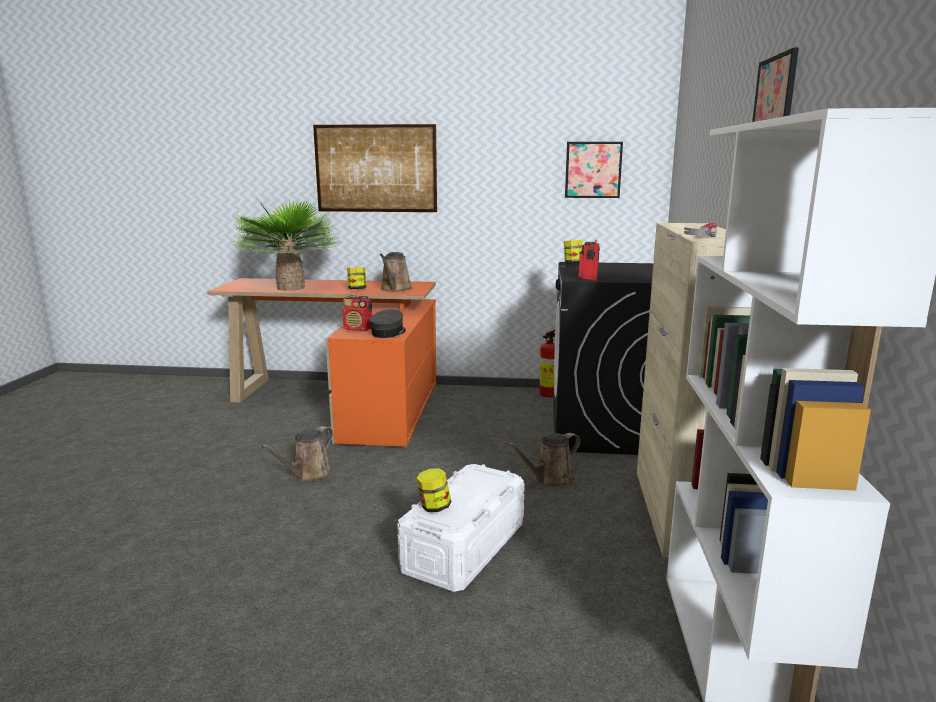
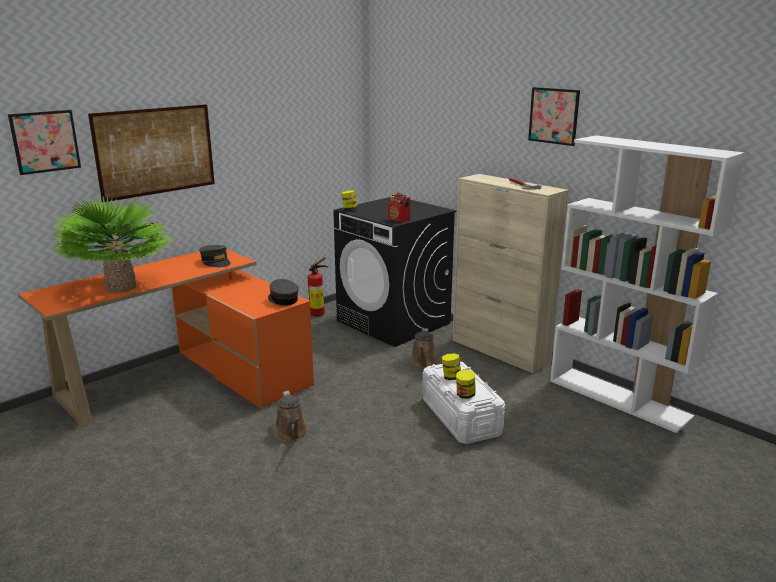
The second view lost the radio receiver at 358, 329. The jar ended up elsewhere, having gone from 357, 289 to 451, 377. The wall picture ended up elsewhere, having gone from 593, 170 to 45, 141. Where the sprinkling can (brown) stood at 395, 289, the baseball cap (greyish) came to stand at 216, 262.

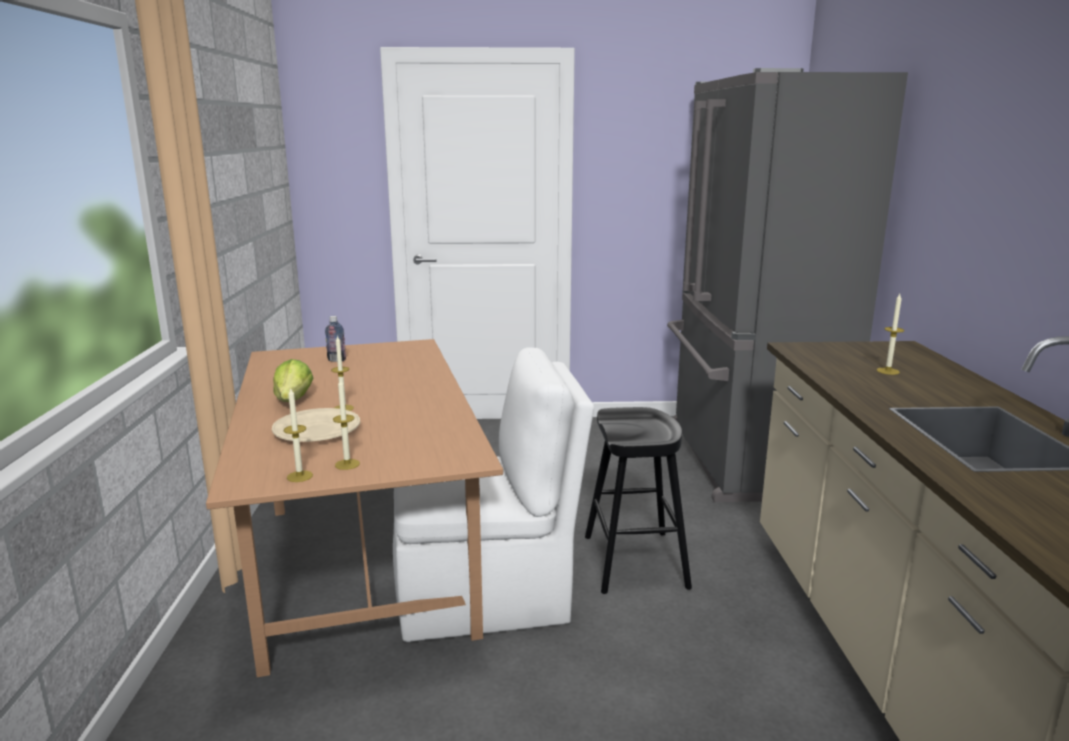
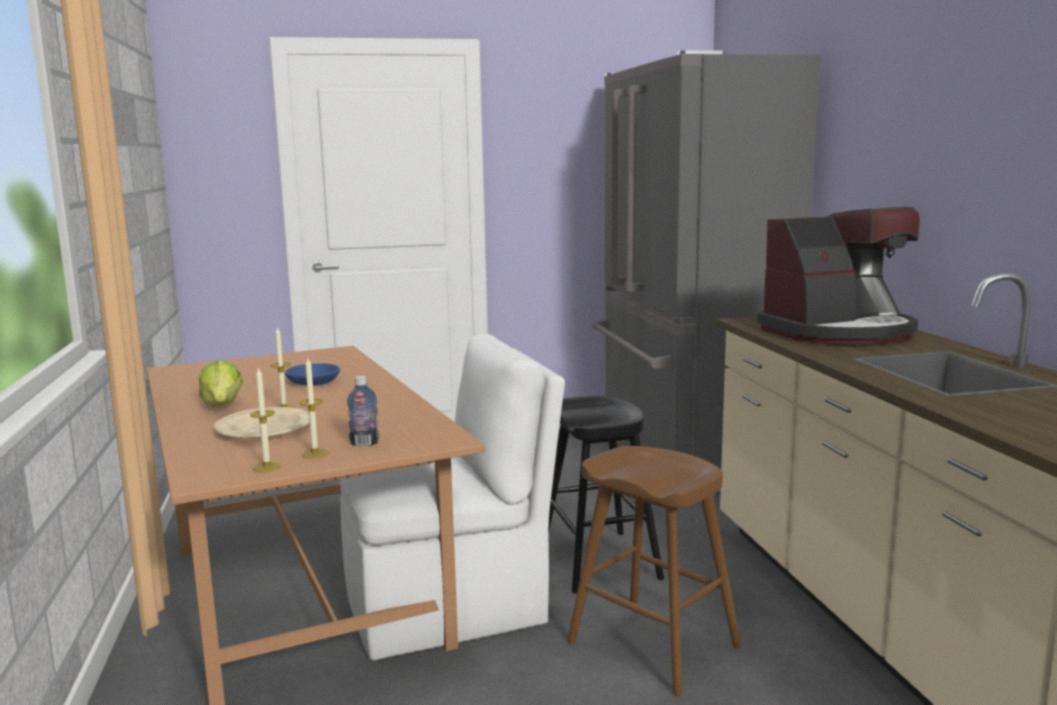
The second view gained the serving bowl (bluish) at 313, 382. The second view gained the stool seat (brown) at 652, 645. The bottle ended up elsewhere, having gone from 336, 360 to 364, 443. Where the wax light stood at 888, 371, the coffee maker came to stand at 839, 333.

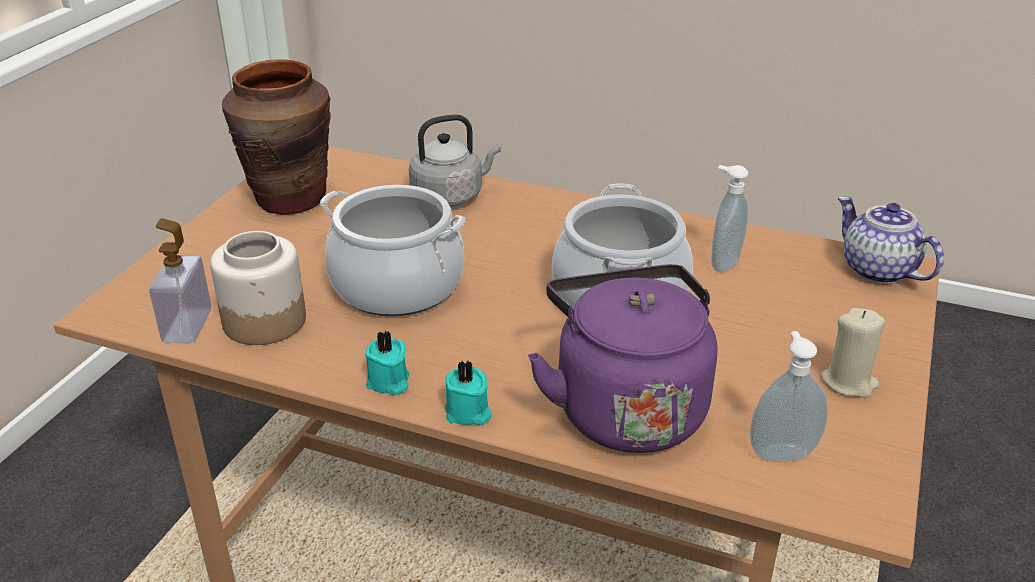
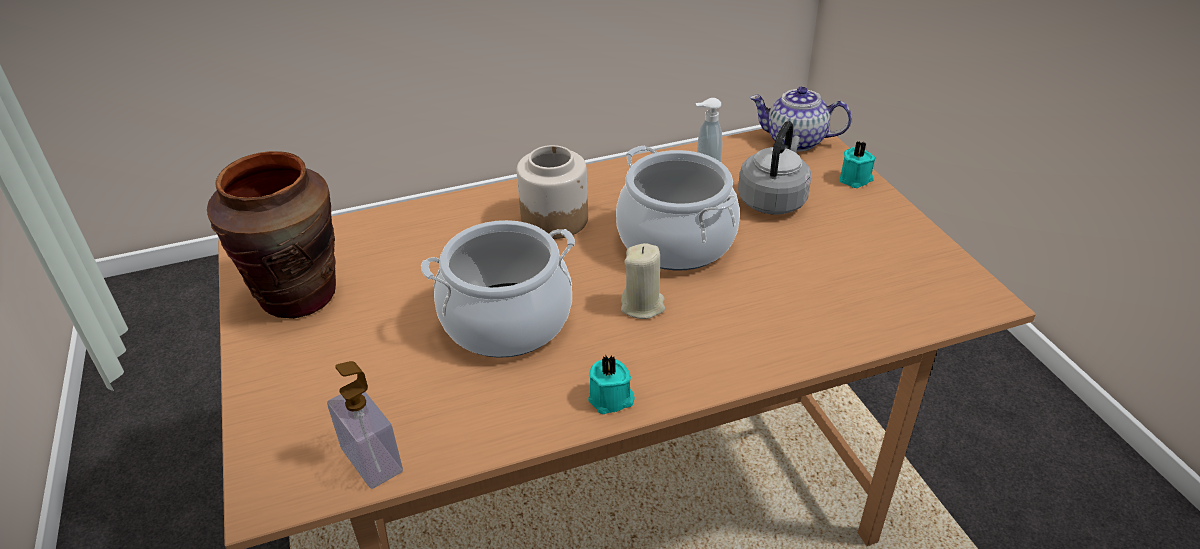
The second view lost the kettle (purplish) at 625, 407. The second view lost the soap dispenser at 781, 452. The jar ended up elsewhere, having gone from 265, 320 to 554, 219. The kettle (greyish) ended up elsewhere, having gone from 451, 196 to 773, 199. The wax light (turquoise) ended up elsewhere, having gone from 468, 413 to 856, 179. The wax light (sand-coloured) ended up elsewhere, having gone from 849, 382 to 643, 306.

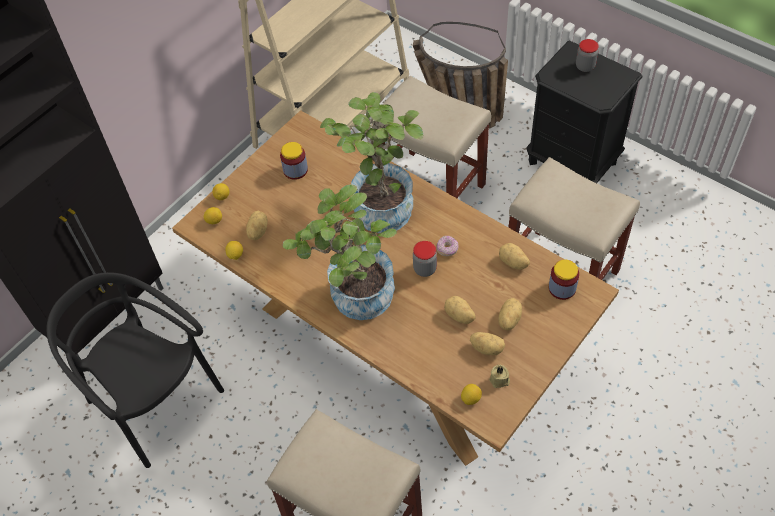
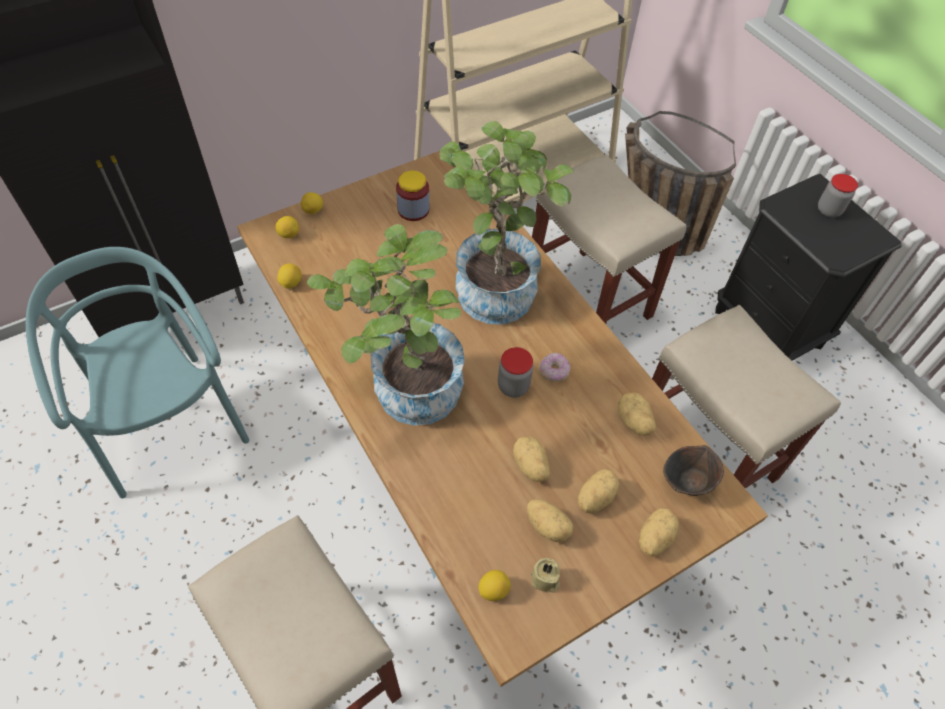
The spud ended up elsewhere, having gone from 257, 231 to 653, 538. Where the jar stood at 562, 288, the serving bowl (brown) came to stand at 687, 482. What was the chair (blackish) at 153, 401 turned into the chair (turquoise) at 168, 423.

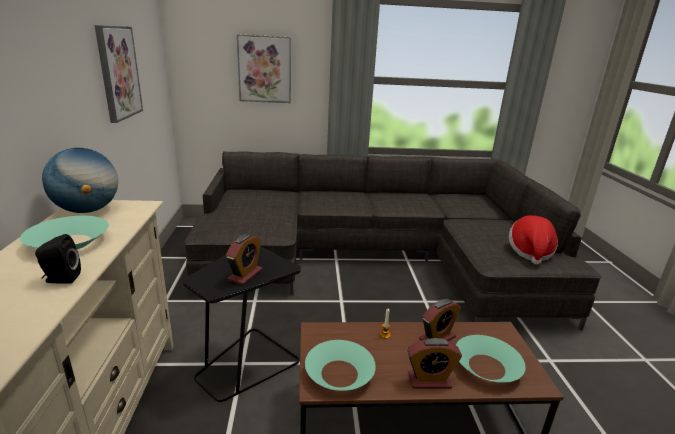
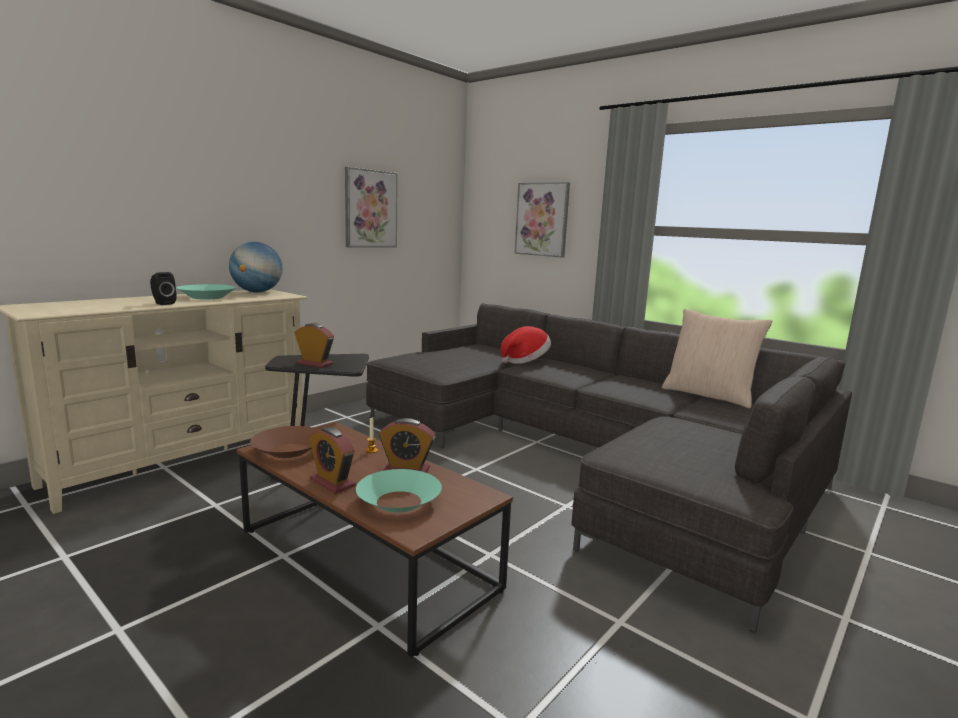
The second view gained the throw pillow (sand-coloured) at 709, 395. The wearable hat ended up elsewhere, having gone from 529, 252 to 525, 361. What was the serving bowl (turquoise) at 339, 373 turned into the serving bowl (brown) at 288, 450. The alarm clock at 245, 275 ended up facing another way, 135 degrees counterclockwise from before.

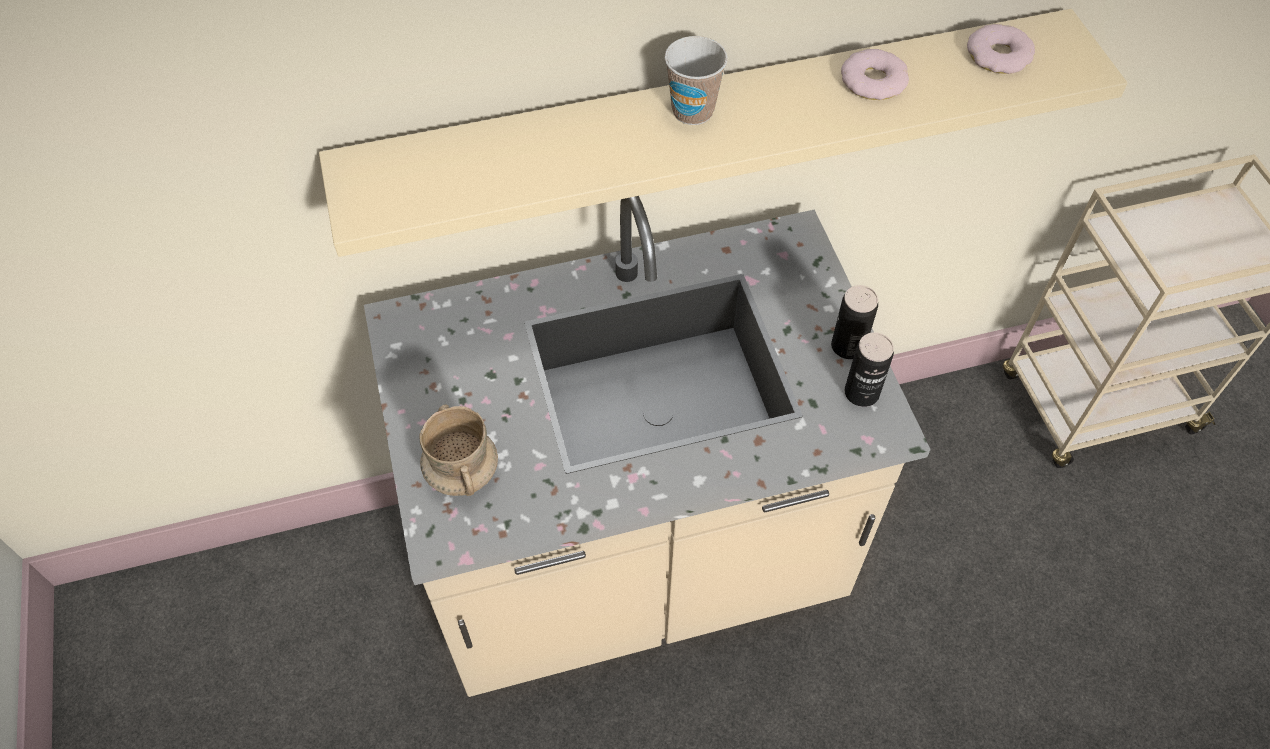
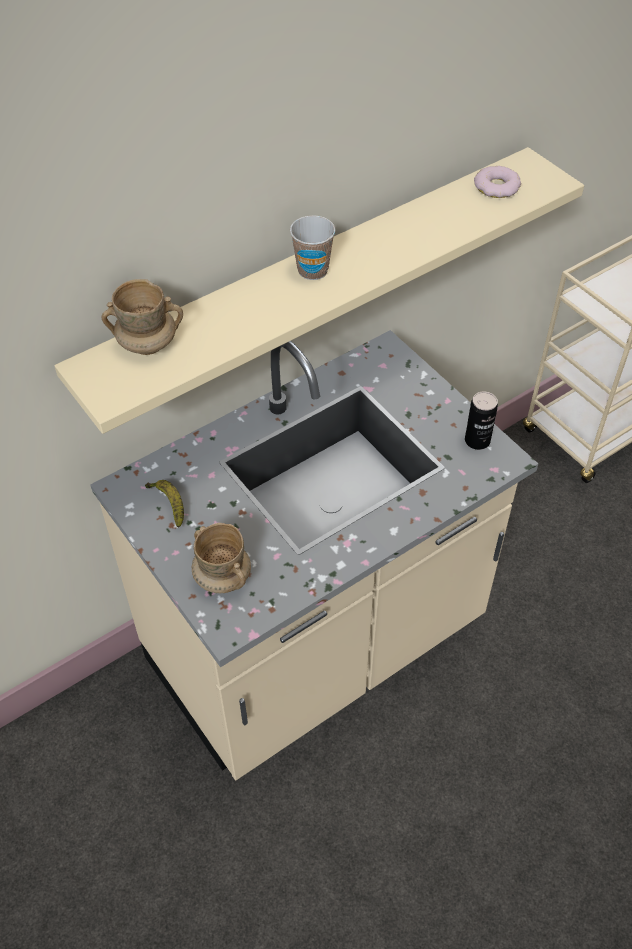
The second view lost the sealed can at 848, 346. The second view lost the ring doughnut at 873, 81. The second view gained the tea mug (sand-coloured) at 148, 344. The second view gained the banana fruit at 169, 504.

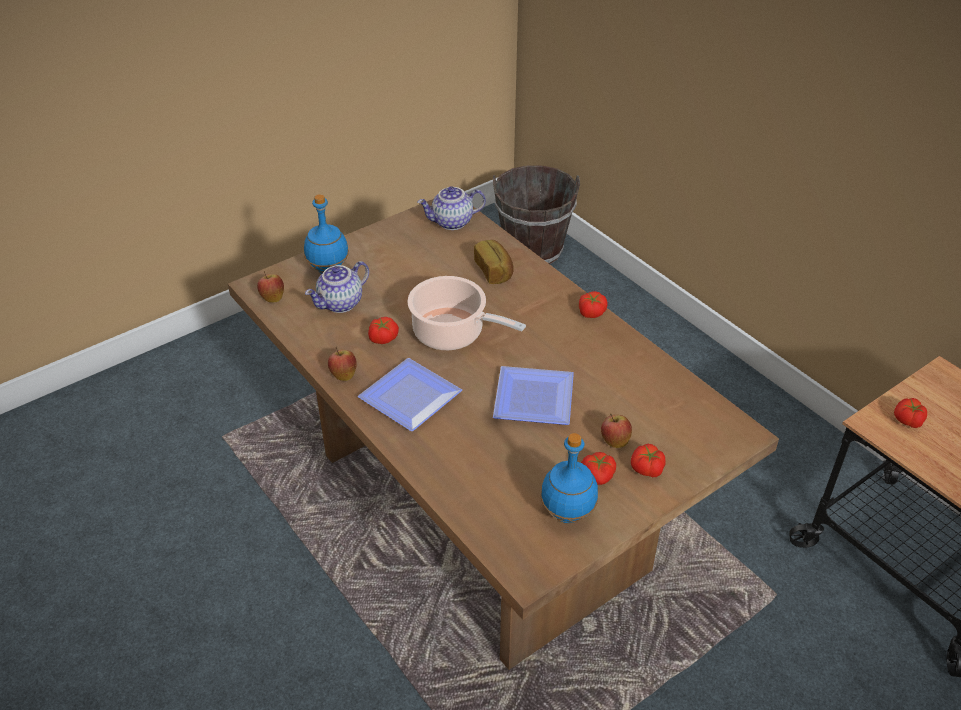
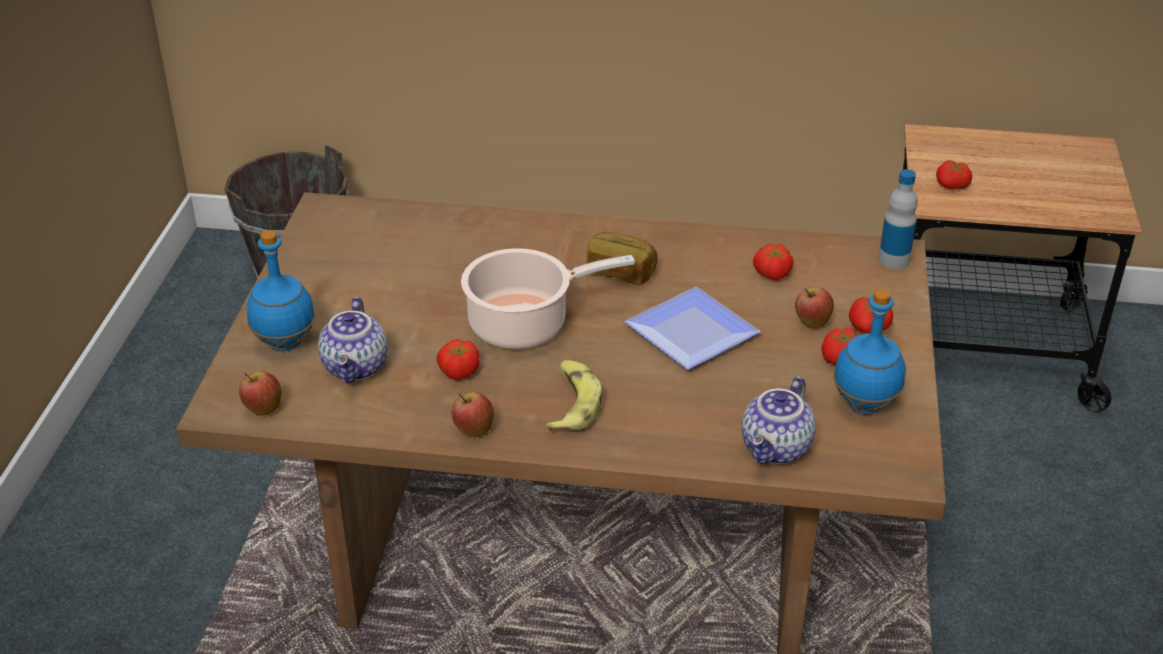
The second view gained the bottle at 894, 260. The pot for tea ended up elsewhere, having gone from 452, 223 to 777, 449. The bakery bread ended up elsewhere, having gone from 494, 271 to 621, 271. The tomato ended up elsewhere, having gone from 591, 312 to 772, 273. Where the flat dish stood at 410, 394, the banana fruit came to stand at 571, 403.

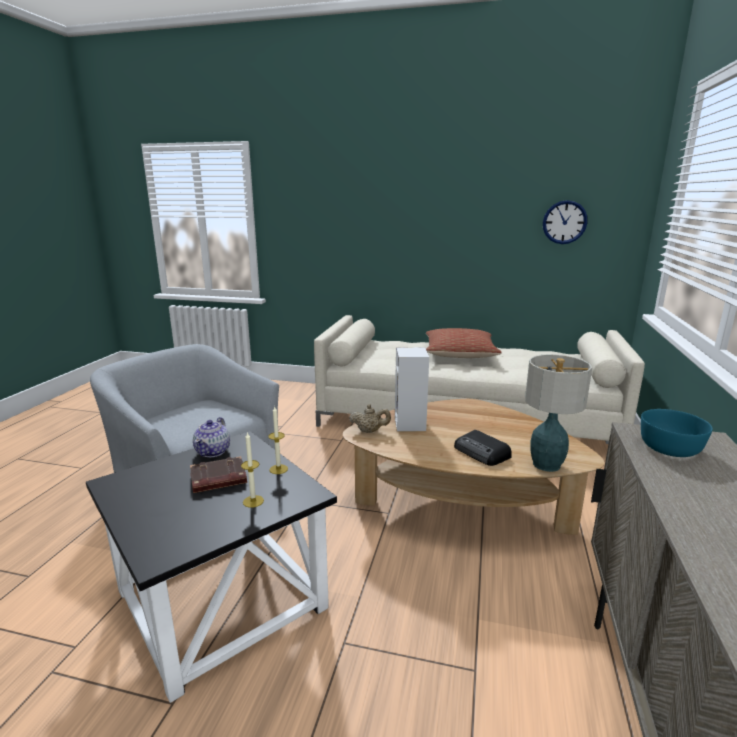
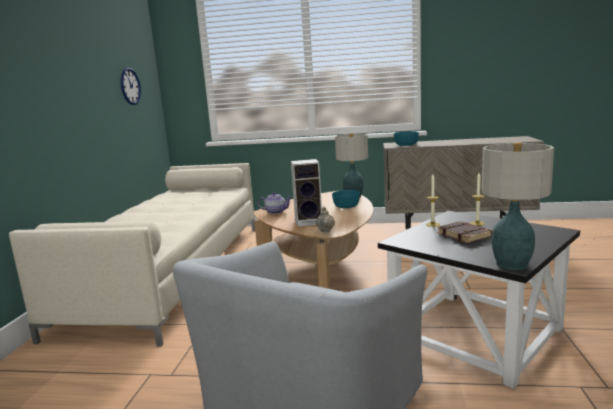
The second view lost the throw pillow at 460, 354. The second view gained the table lamp at 512, 265. The pot for tea ended up elsewhere, having gone from 213, 451 to 275, 212. Where the radio receiver stood at 482, 453, the serving bowl (turquoise) came to stand at 346, 206.

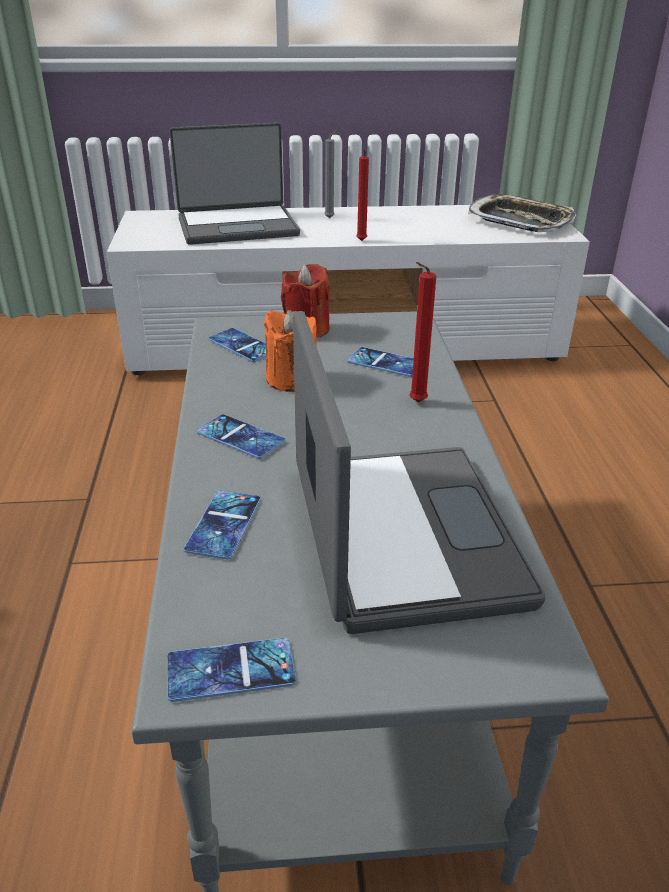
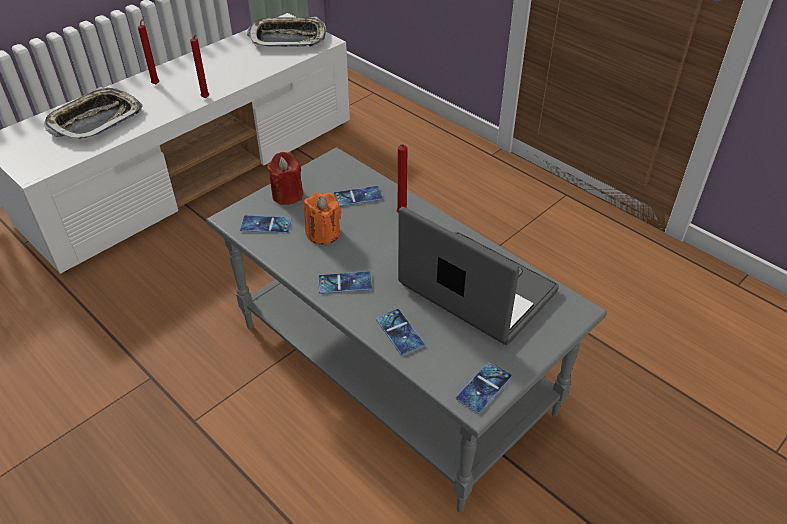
Where the notebook computer stood at 237, 226, the tray came to stand at 95, 120. What was the wax light (greyish) at 331, 218 turned into the wax light (reddish) at 156, 83.

